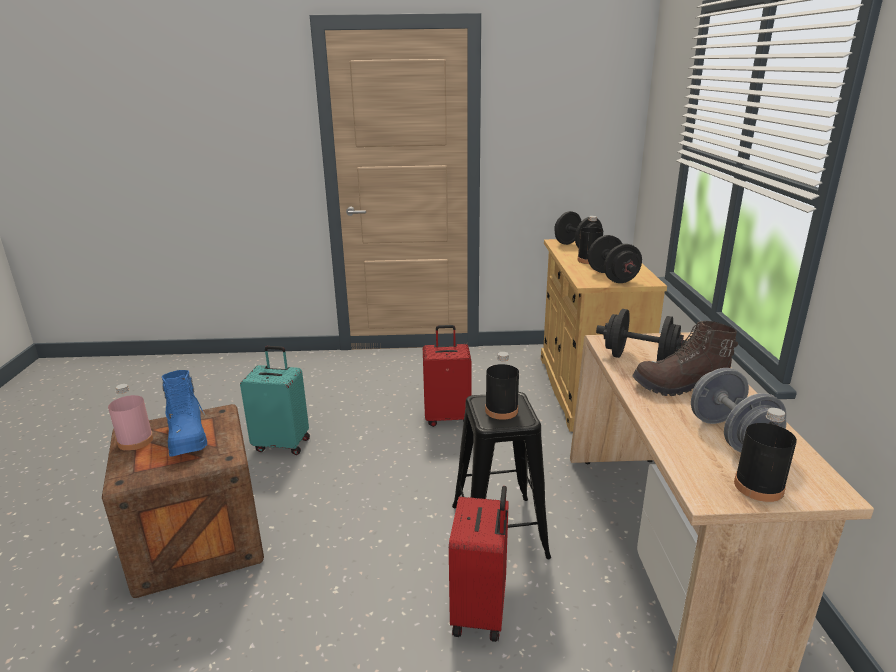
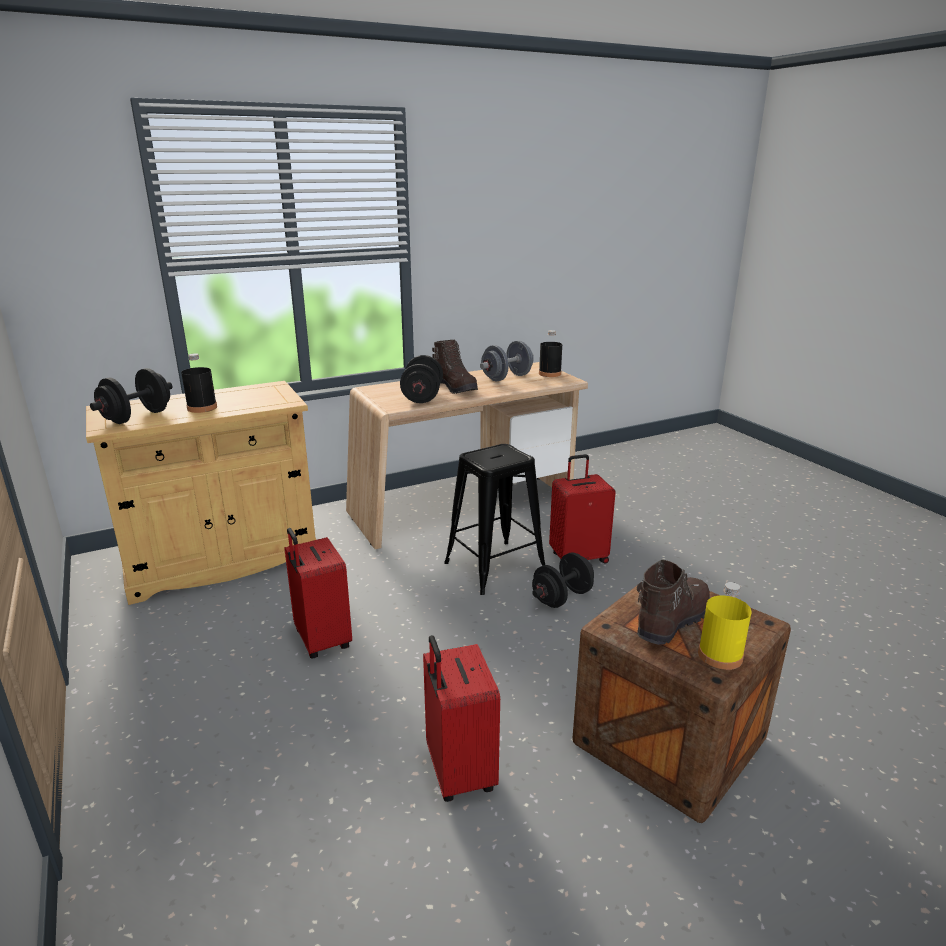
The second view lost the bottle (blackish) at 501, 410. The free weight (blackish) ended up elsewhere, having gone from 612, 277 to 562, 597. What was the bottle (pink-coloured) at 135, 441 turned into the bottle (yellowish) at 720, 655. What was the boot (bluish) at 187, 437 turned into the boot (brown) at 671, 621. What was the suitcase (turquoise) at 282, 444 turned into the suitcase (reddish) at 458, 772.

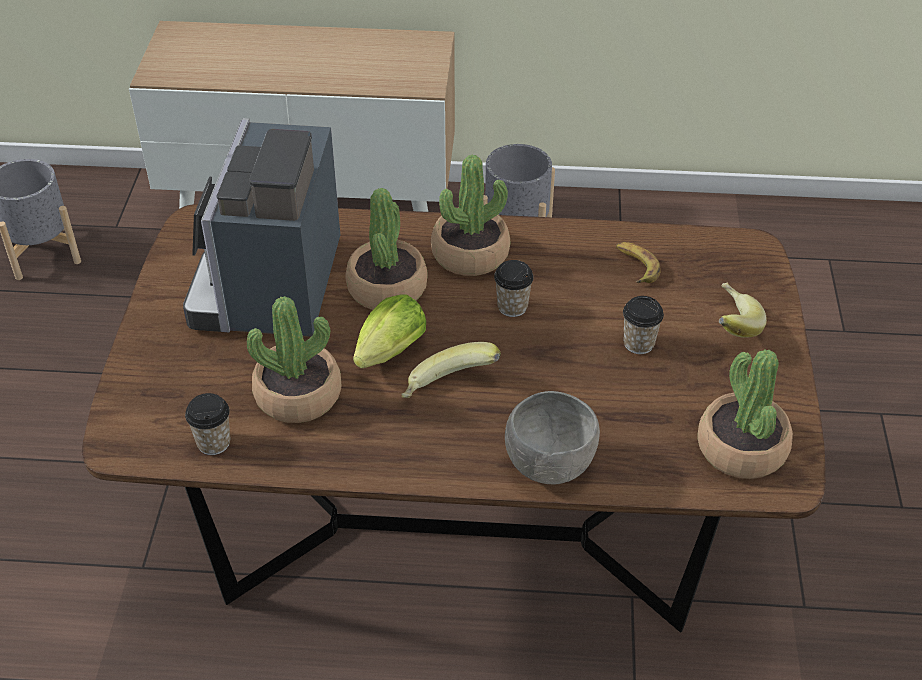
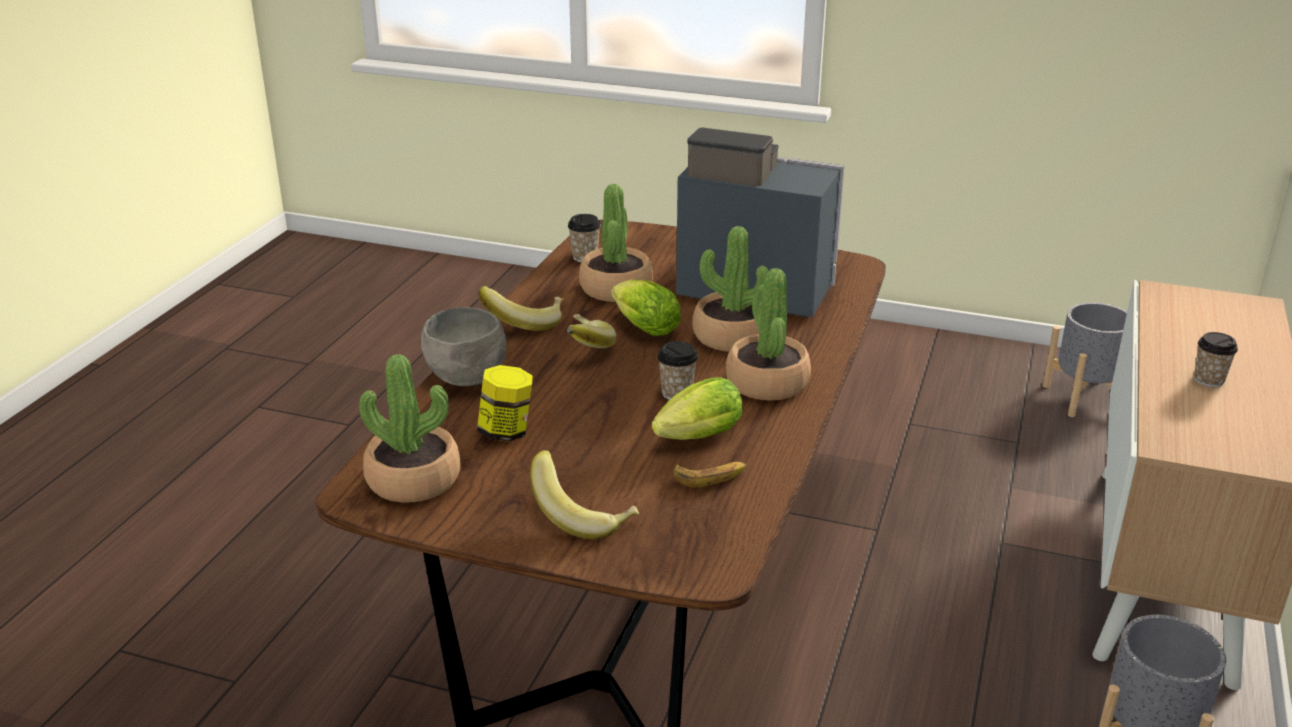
The second view gained the jar at 506, 432. The second view gained the banana fruit at 525, 323. The second view gained the lettuce at 695, 439. The cup ended up elsewhere, having gone from 638, 343 to 1208, 380.

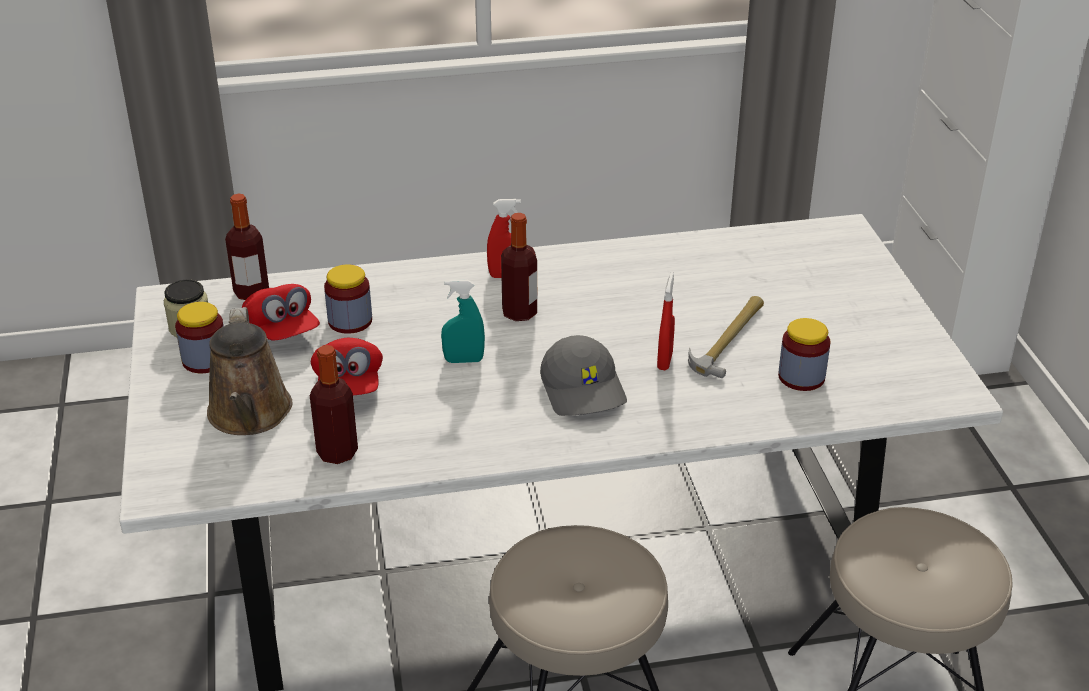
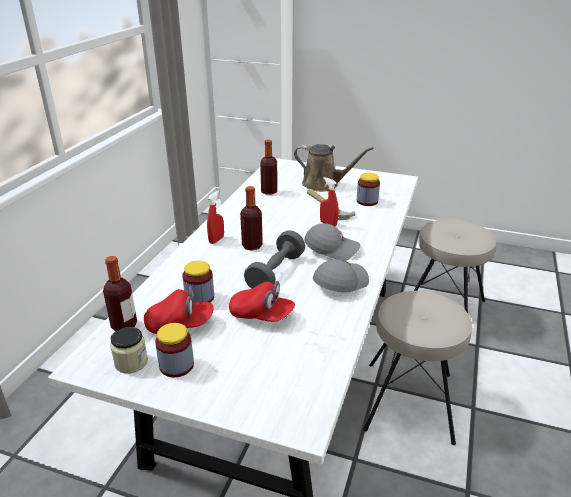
The second view gained the baseball cap (greyish) at 340, 282. The sprinkling can (brown) ended up elsewhere, having gone from 250, 415 to 324, 184. The bottle ended up elsewhere, having gone from 337, 452 to 269, 191. Where the sprayer (turquoise) stood at 464, 360, the free weight (greyish) came to stand at 276, 273.

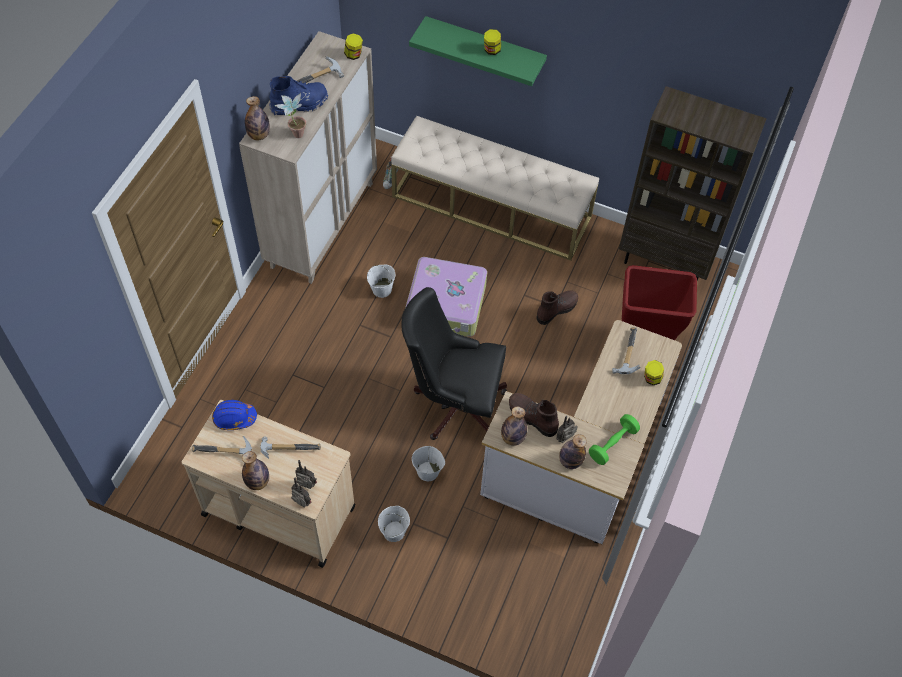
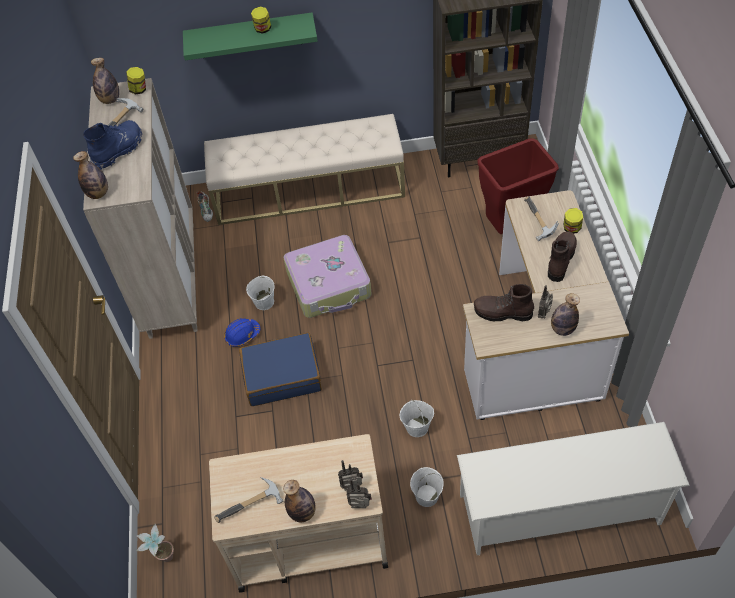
The second view lost the hand hammer at 288, 447. The second view lost the desk chair (blackish) at 454, 402. The second view lost the free weight (green) at 612, 444. The second view gained the suitcase (bluish) at 282, 375. The second view gained the shoe stand (white) at 560, 509. The hard hat (bluish) ended up elsewhere, having gone from 234, 418 to 242, 335. The houseplant ended up elsewhere, having gone from 295, 132 to 163, 556. The bottle ended up elsewhere, having gone from 512, 438 to 110, 100. The boot (brown) ended up elsewhere, having gone from 556, 310 to 560, 260.

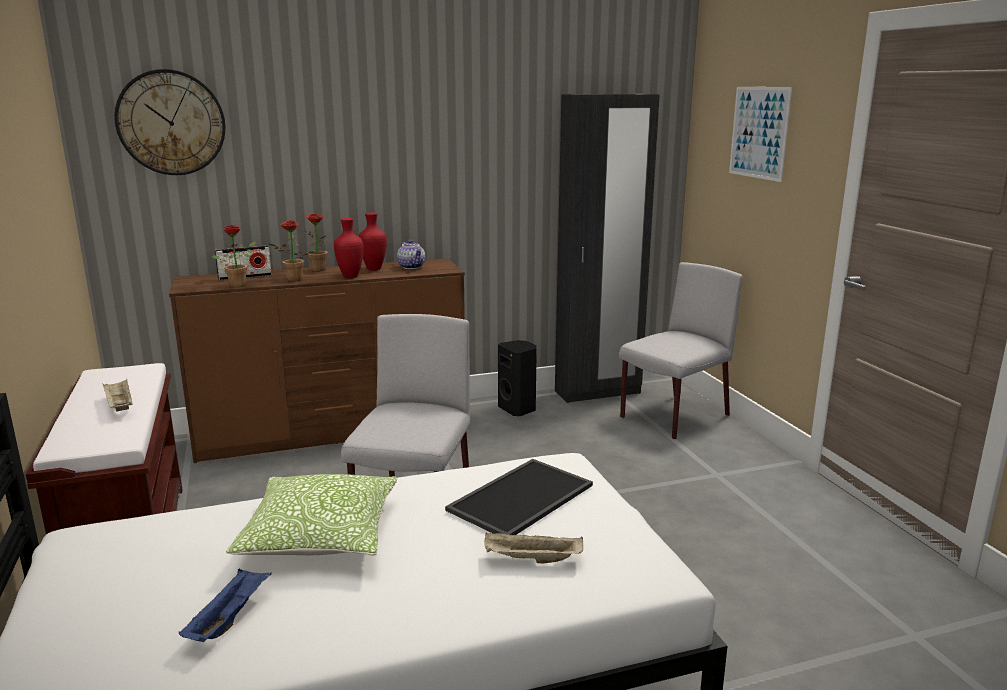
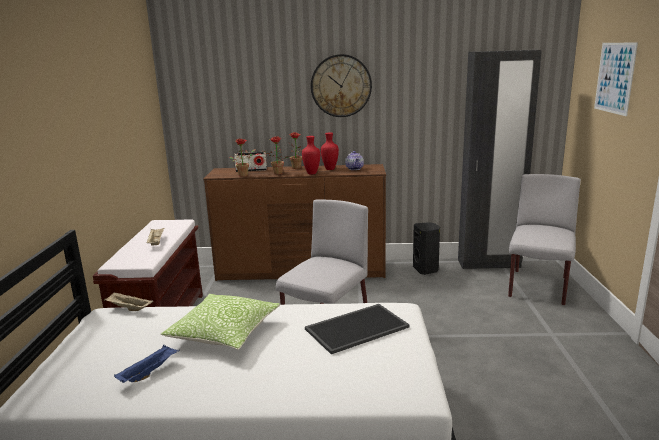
The hanging clock ended up elsewhere, having gone from 171, 123 to 341, 86. The tray (sand-coloured) ended up elsewhere, having gone from 531, 560 to 128, 309. The chair (greyish) at 673, 417 ended up facing another way, 45 degrees counterclockwise from before.

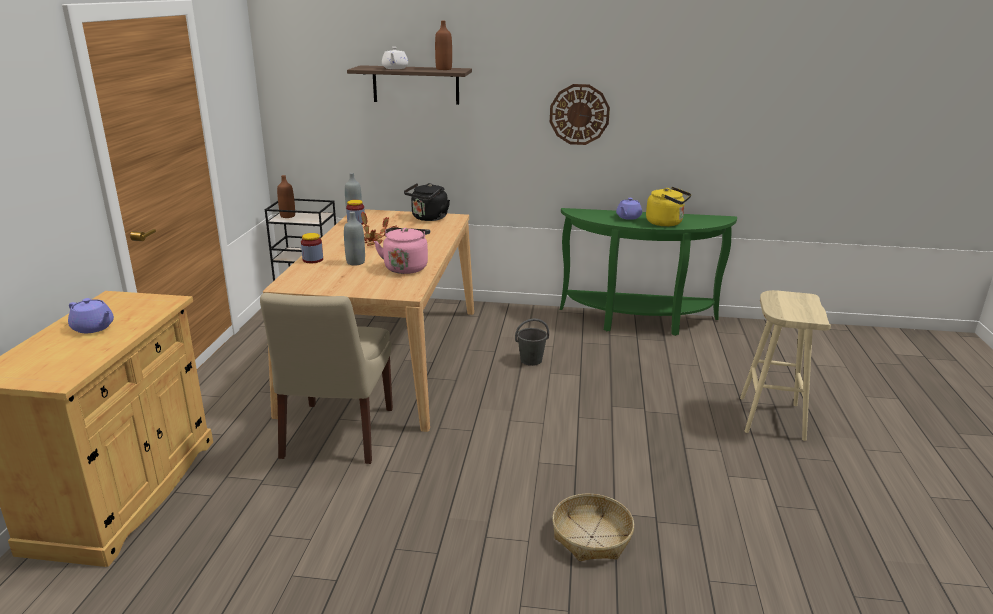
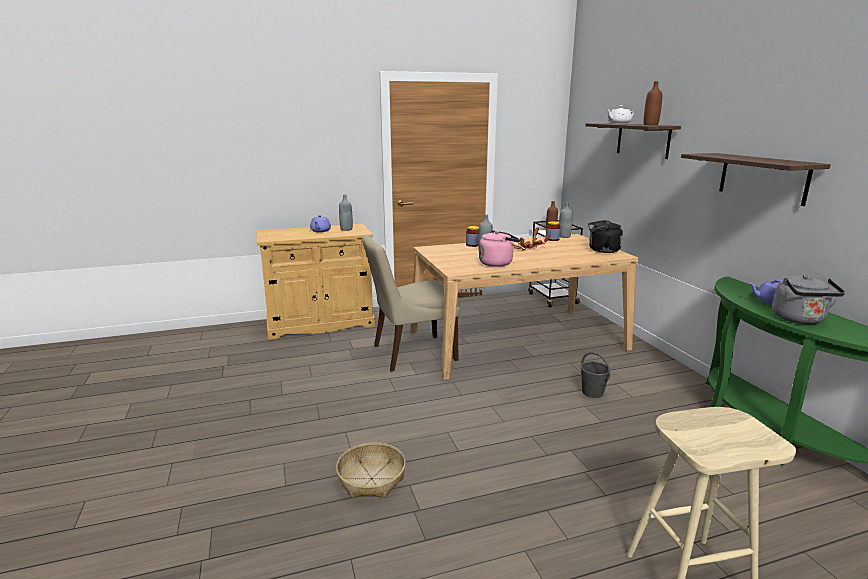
The second view gained the bottle (greyish) at 346, 229. Where the hanging clock hung at 579, 114, the shelf came to hang at 763, 178. What was the kettle (yellowish) at 666, 223 turned into the kettle (greyish) at 800, 319.

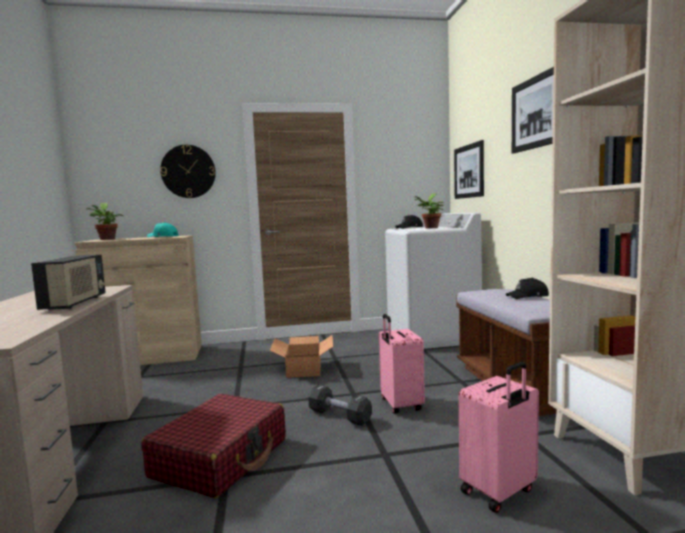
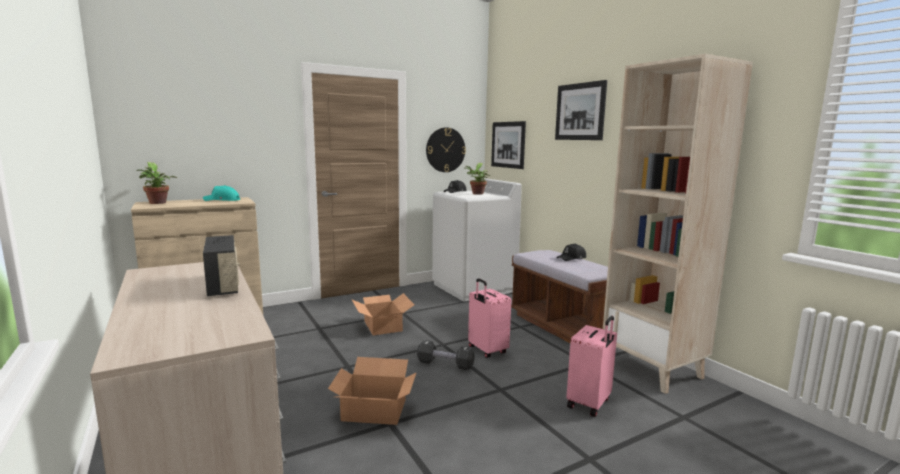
The hanging clock ended up elsewhere, having gone from 188, 171 to 445, 150. Where the suitcase (reddish) stood at 221, 458, the packing box came to stand at 373, 410.

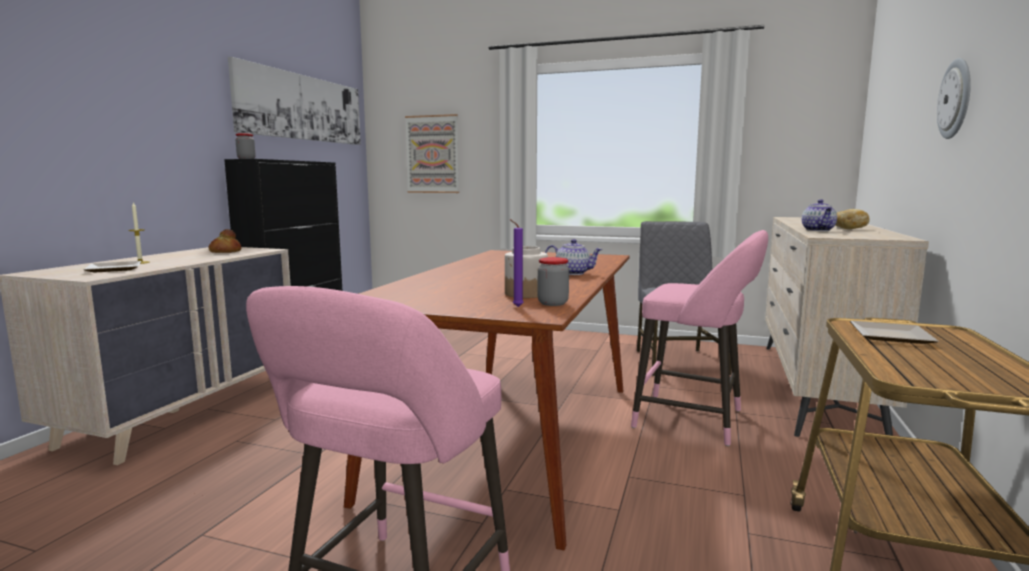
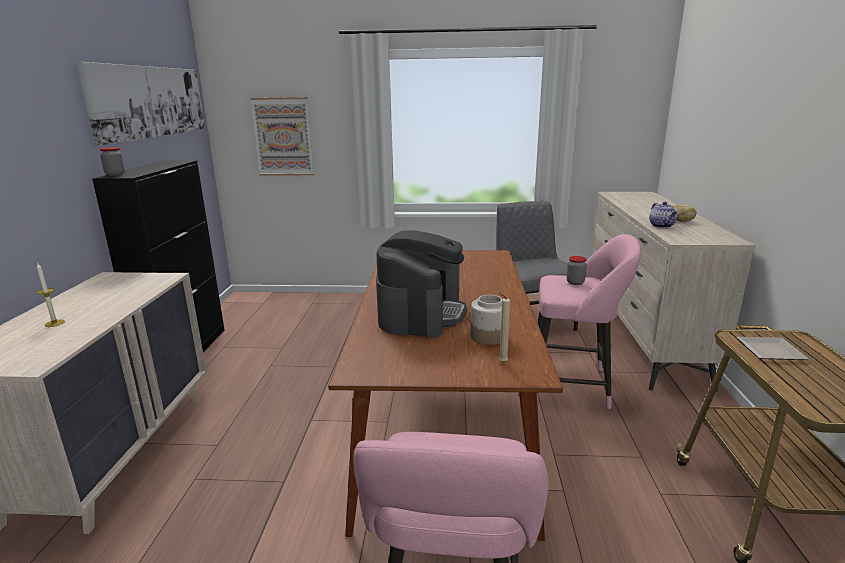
The second view lost the flat dish at 116, 269. The second view lost the bakery bread at 225, 251. The second view lost the pot for tea at 573, 273. The second view lost the hanging clock at 956, 99. The second view gained the coffee maker at 421, 313. The jar ended up elsewhere, having gone from 553, 303 to 575, 282. What was the wax light (purplish) at 516, 307 turned into the wax light (sand-coloured) at 501, 362.

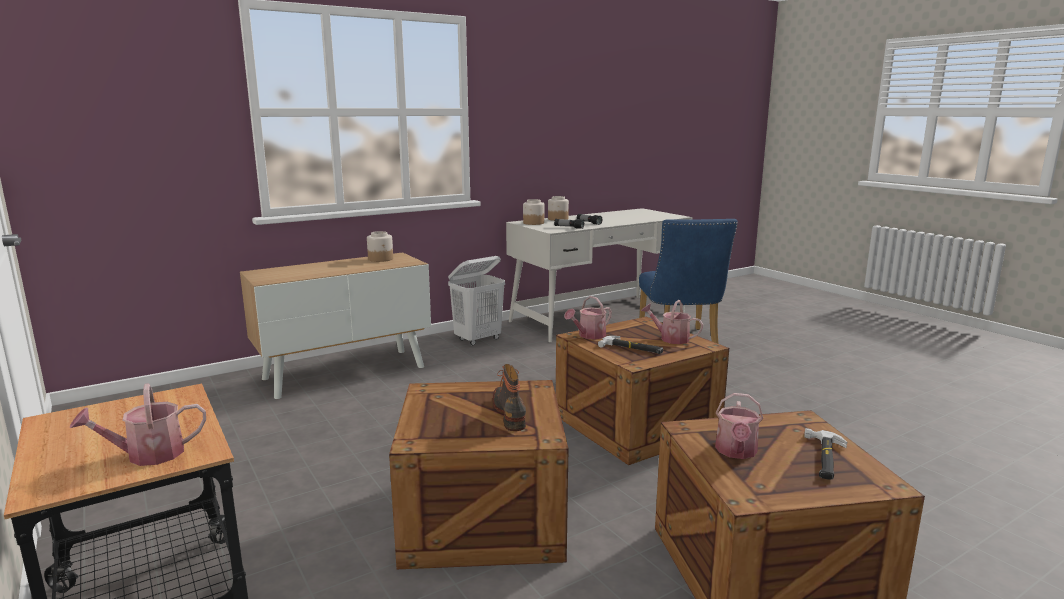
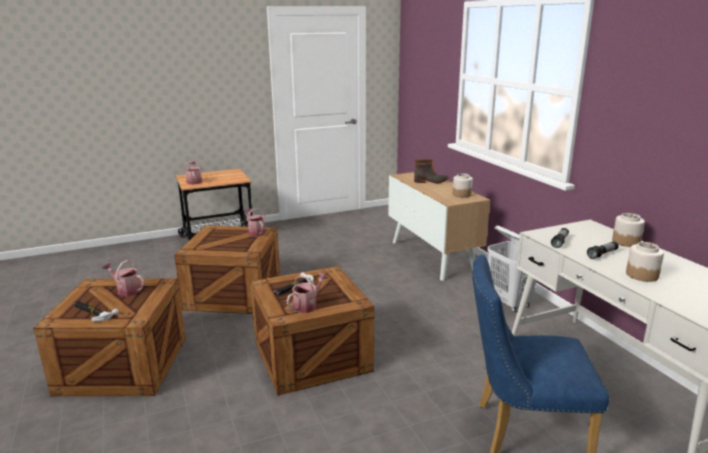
The boot ended up elsewhere, having gone from 511, 412 to 431, 181. The jar ended up elsewhere, having gone from 533, 223 to 642, 275. The sprinkling can ended up elsewhere, having gone from 589, 336 to 255, 232.

